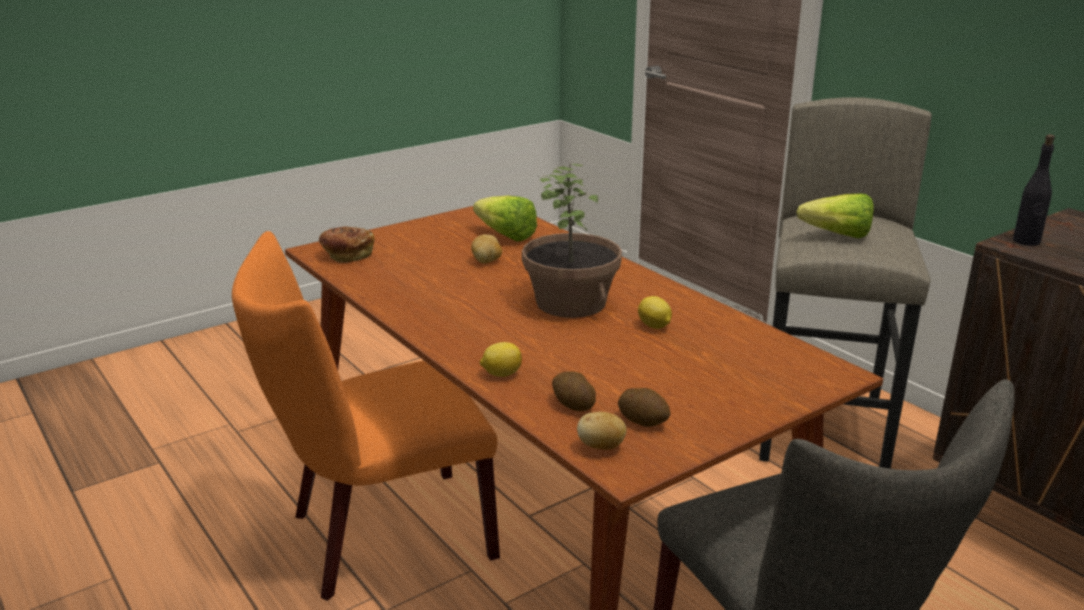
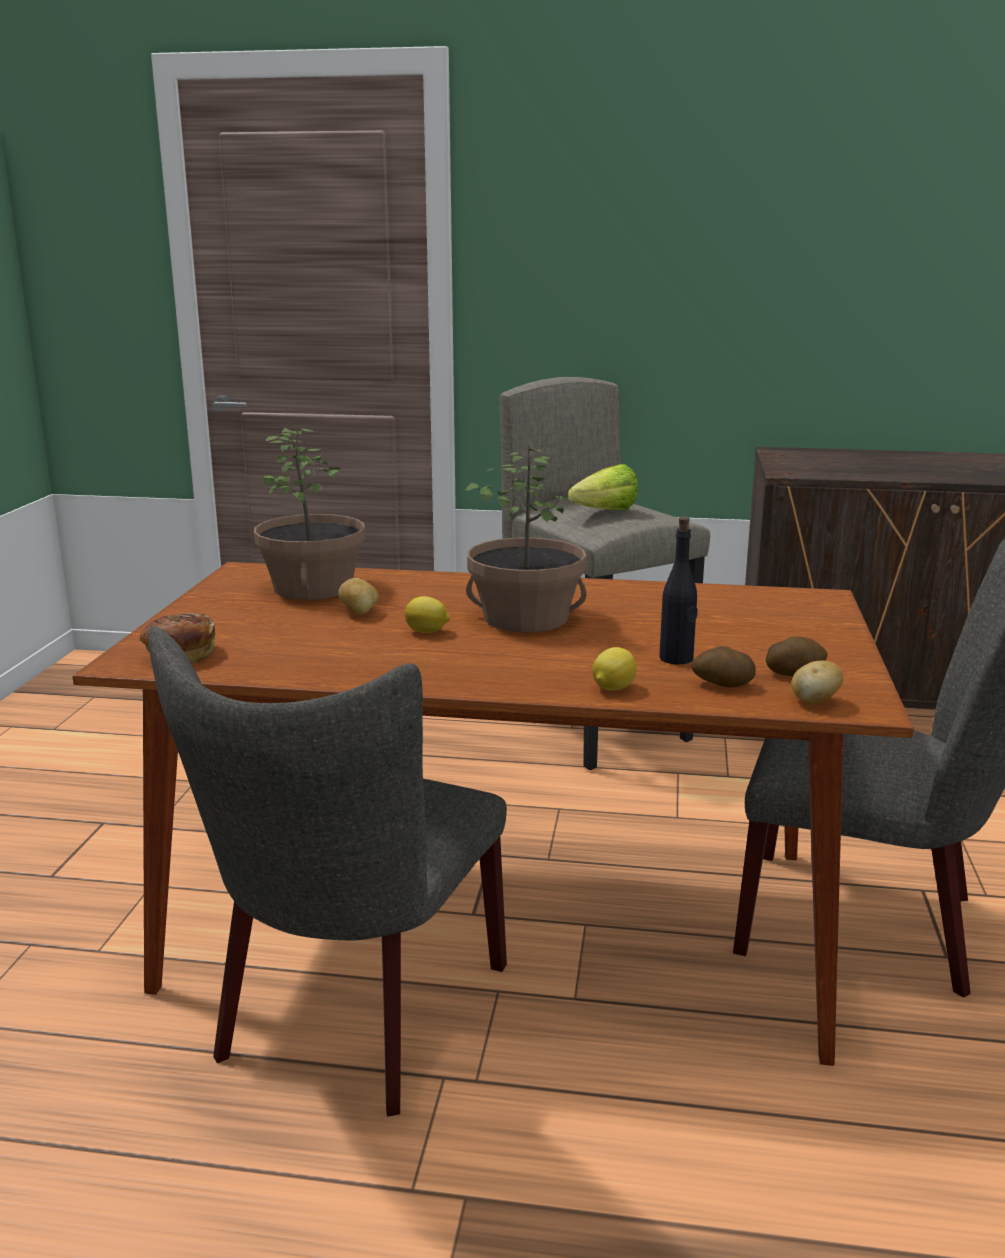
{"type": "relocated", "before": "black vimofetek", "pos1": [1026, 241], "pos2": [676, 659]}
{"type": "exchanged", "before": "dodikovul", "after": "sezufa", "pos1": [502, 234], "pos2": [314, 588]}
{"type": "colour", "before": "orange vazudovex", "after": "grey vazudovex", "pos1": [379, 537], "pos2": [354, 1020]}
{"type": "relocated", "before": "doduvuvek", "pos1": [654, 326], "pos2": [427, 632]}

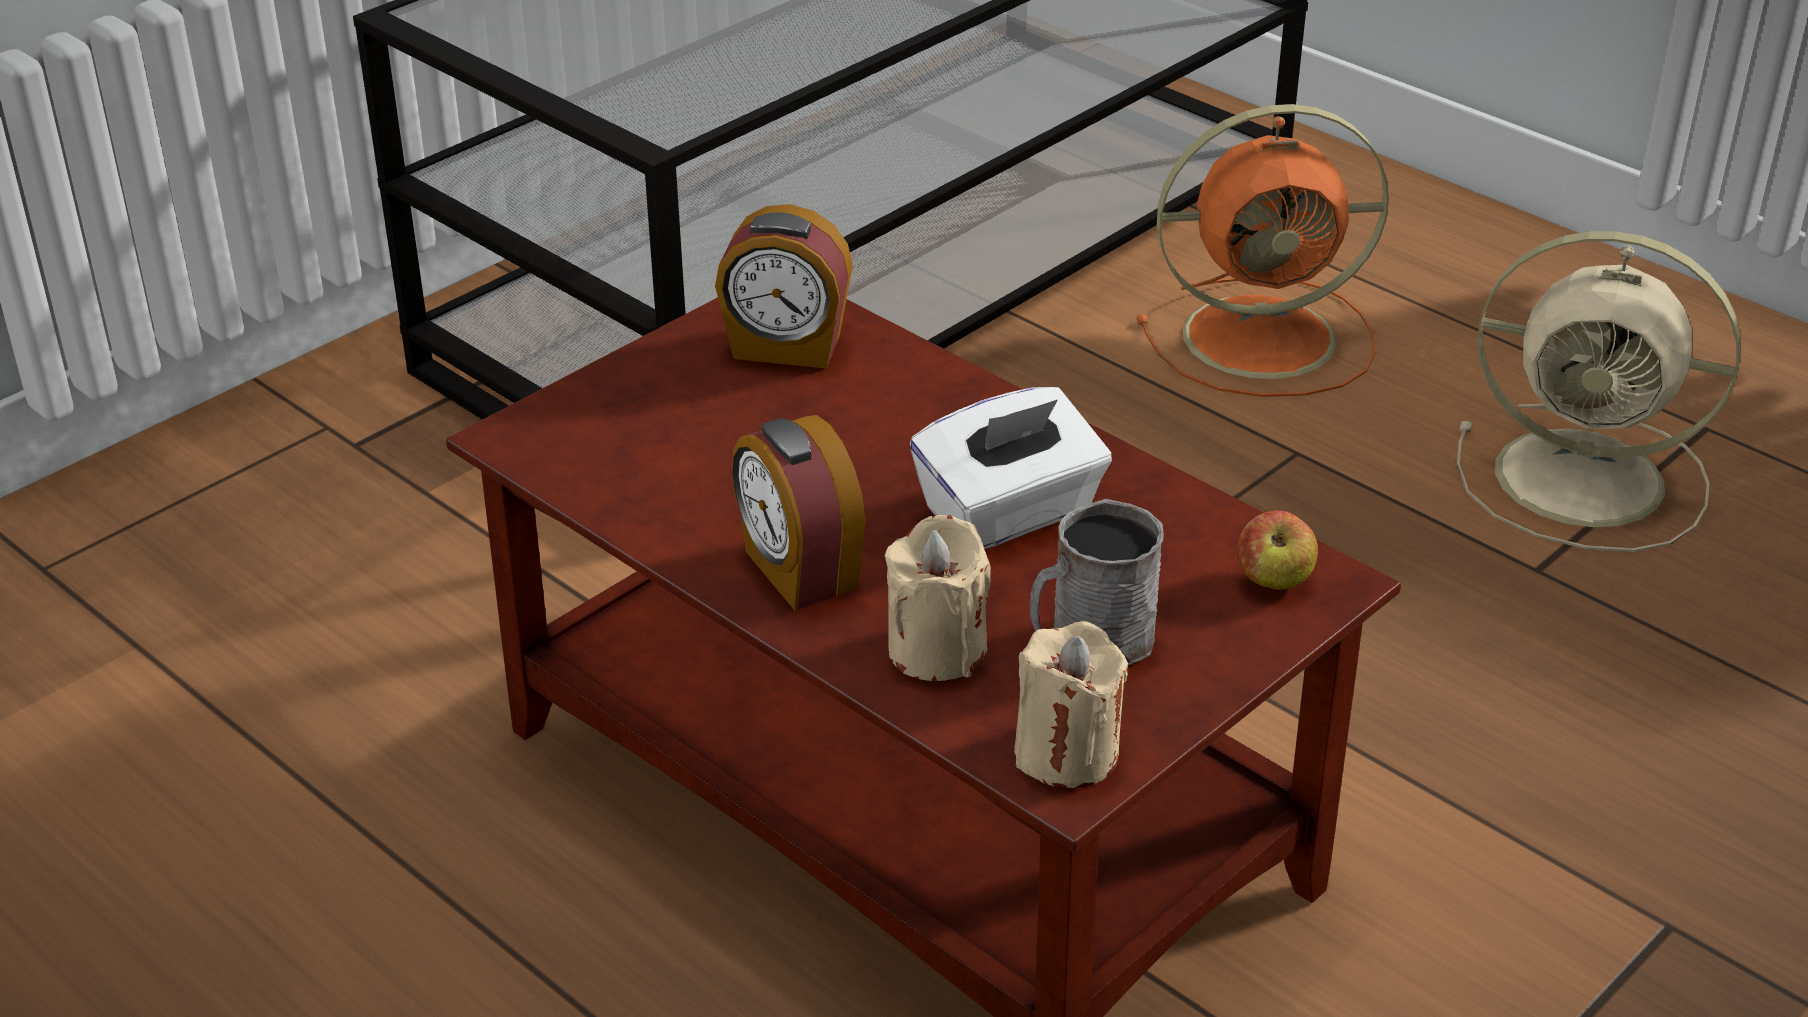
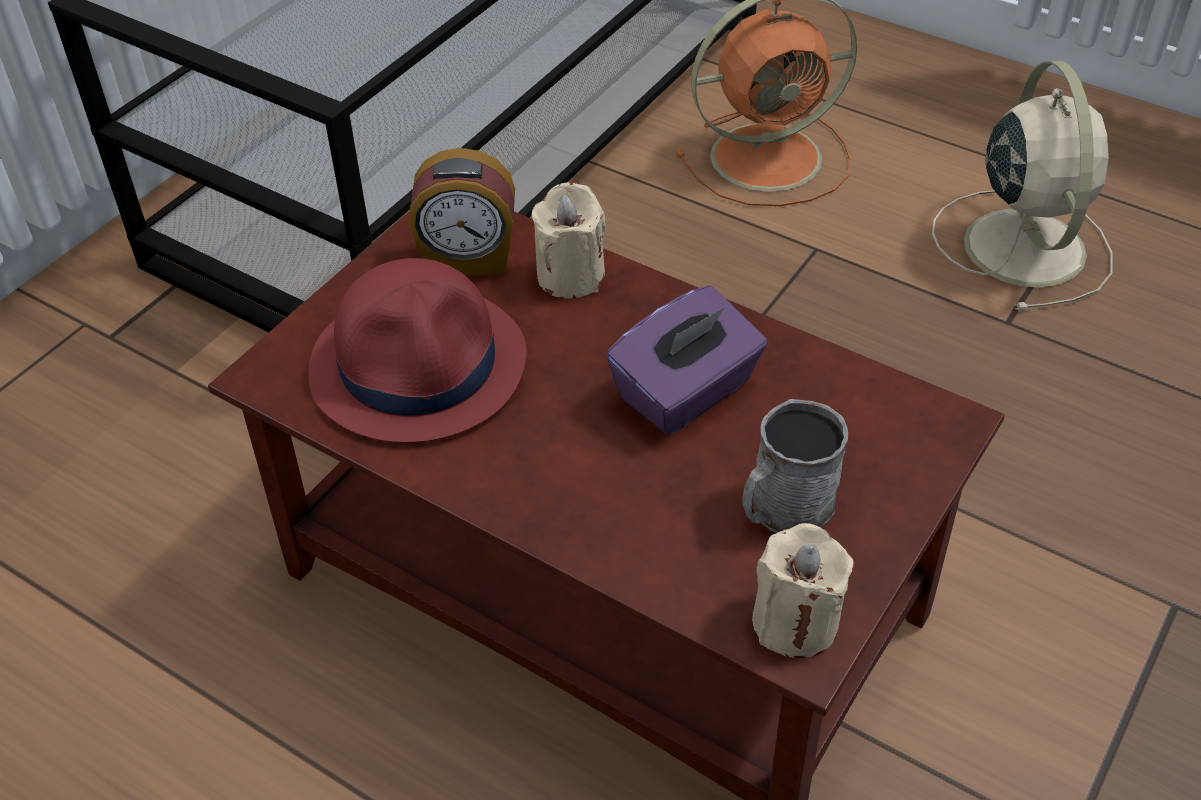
{"type": "spun", "before": "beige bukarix", "pos1": [1587, 480], "pos2": [1022, 244], "turn": -105}
{"type": "colour", "before": "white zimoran", "after": "purple zimoran", "pos1": [1010, 513], "pos2": [686, 393]}
{"type": "missing", "before": "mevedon", "pos1": [798, 571]}
{"type": "missing", "before": "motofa", "pos1": [1273, 581]}
{"type": "relocated", "before": "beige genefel", "pos1": [937, 650], "pos2": [570, 276]}
{"type": "appeared", "after": "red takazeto", "pos2": [420, 365]}

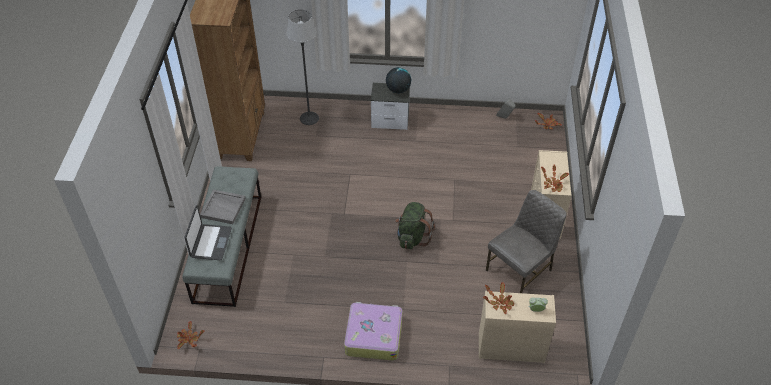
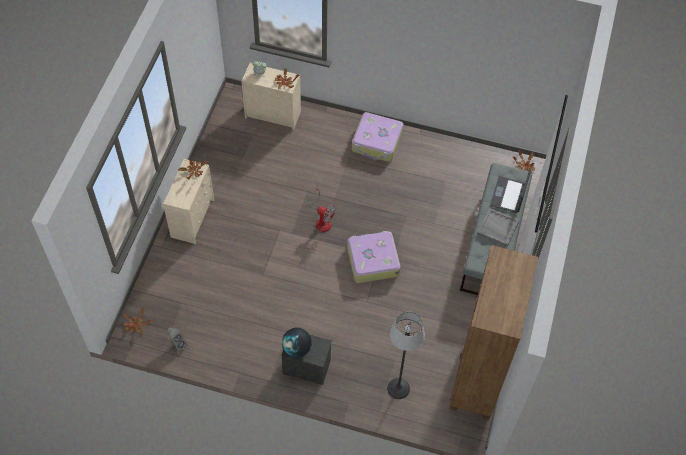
{"type": "missing", "before": "grey vazudovex", "pos1": [520, 270]}
{"type": "exchanged", "before": "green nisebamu", "after": "bukarix", "pos1": [412, 237], "pos2": [322, 220]}
{"type": "appeared", "after": "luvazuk", "pos2": [372, 260]}

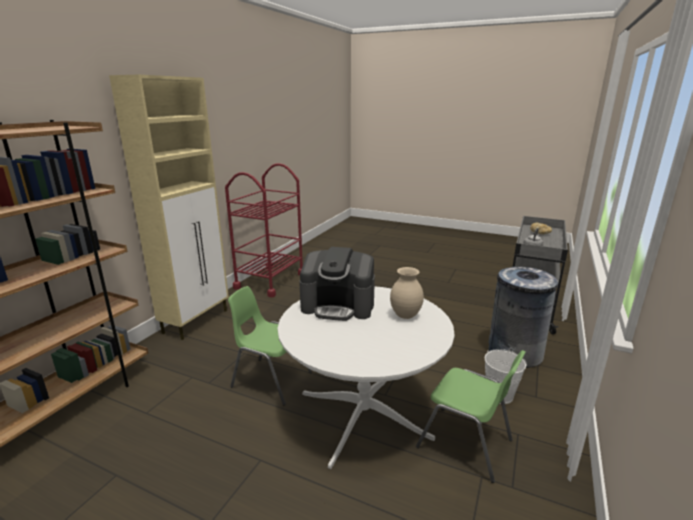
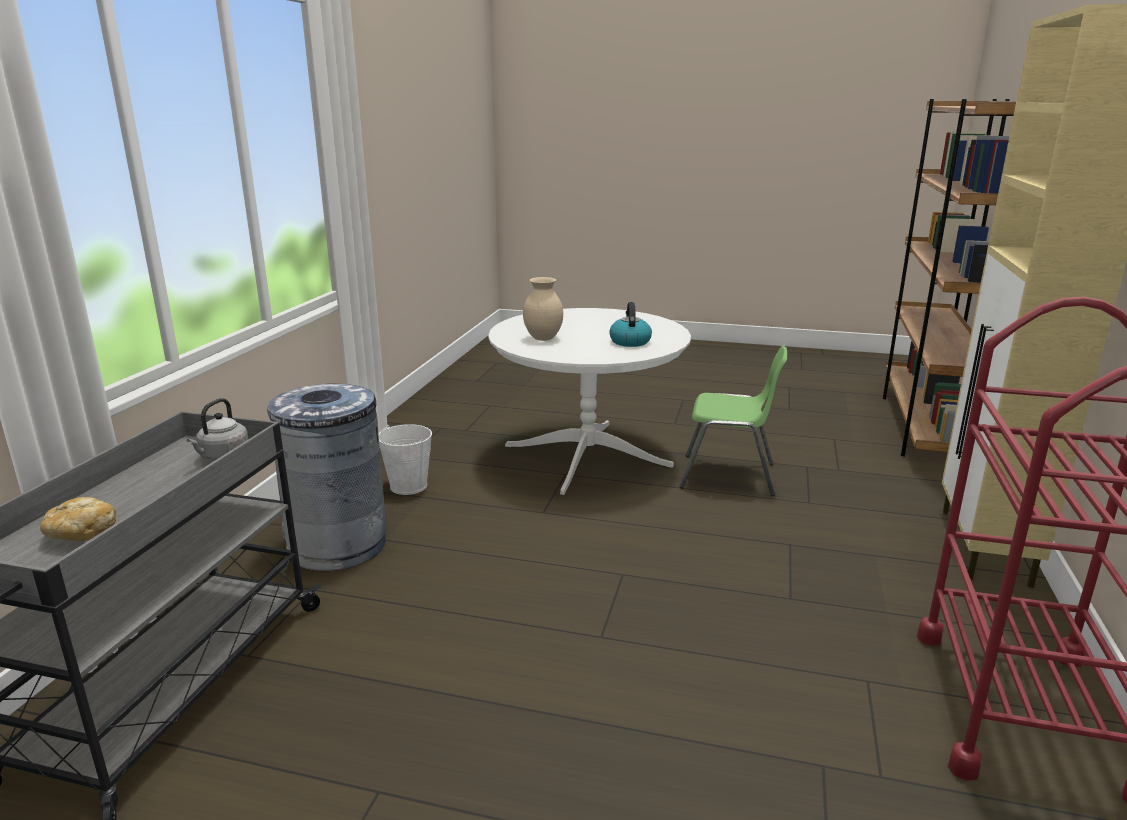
{"type": "exchanged", "before": "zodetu", "after": "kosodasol", "pos1": [338, 306], "pos2": [629, 341]}
{"type": "missing", "before": "green vazudovex", "pos1": [466, 444]}

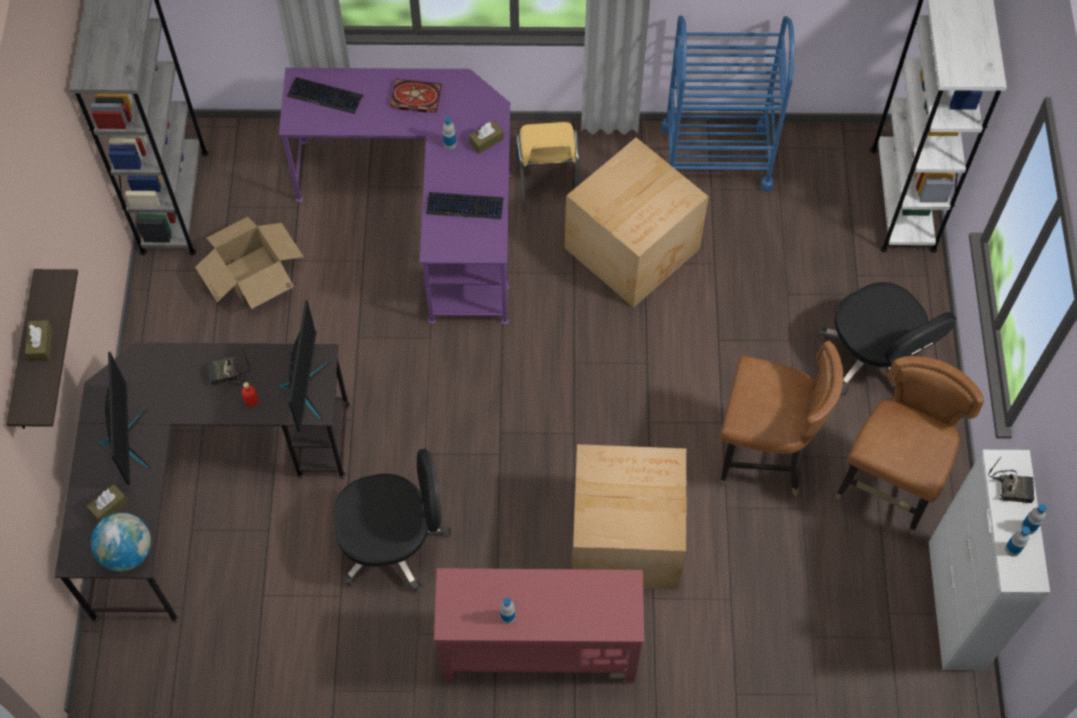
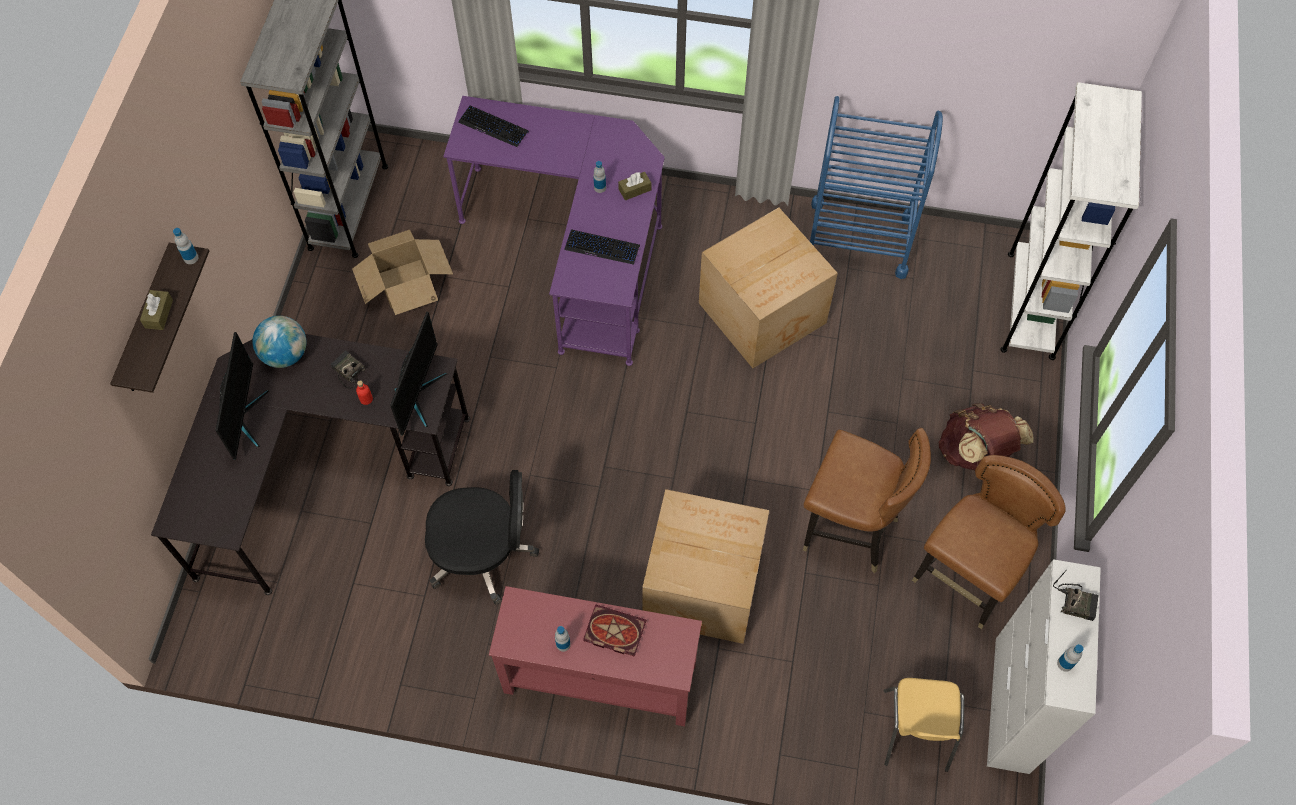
{"type": "relocated", "before": "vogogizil", "pos1": [414, 98], "pos2": [613, 632]}
{"type": "relocated", "before": "yellow vazudovex", "pos1": [547, 183], "pos2": [915, 731]}
{"type": "exchanged", "before": "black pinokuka", "after": "brown nisebamu", "pos1": [874, 358], "pos2": [975, 453]}
{"type": "spun", "before": "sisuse", "pos1": [226, 375], "pos2": [348, 371], "turn": 45}
{"type": "missing", "before": "brown zimoran", "pos1": [109, 506]}
{"type": "relocated", "before": "vimofetek", "pos1": [1028, 527], "pos2": [191, 258]}
{"type": "relocated", "before": "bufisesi", "pos1": [127, 552], "pos2": [285, 354]}

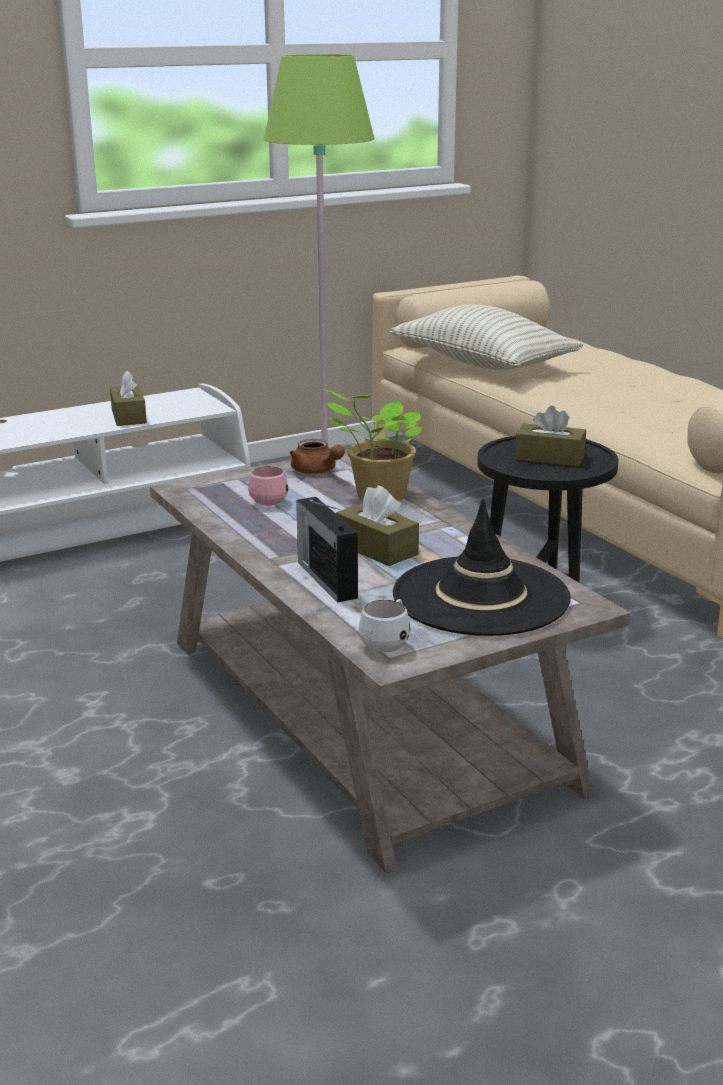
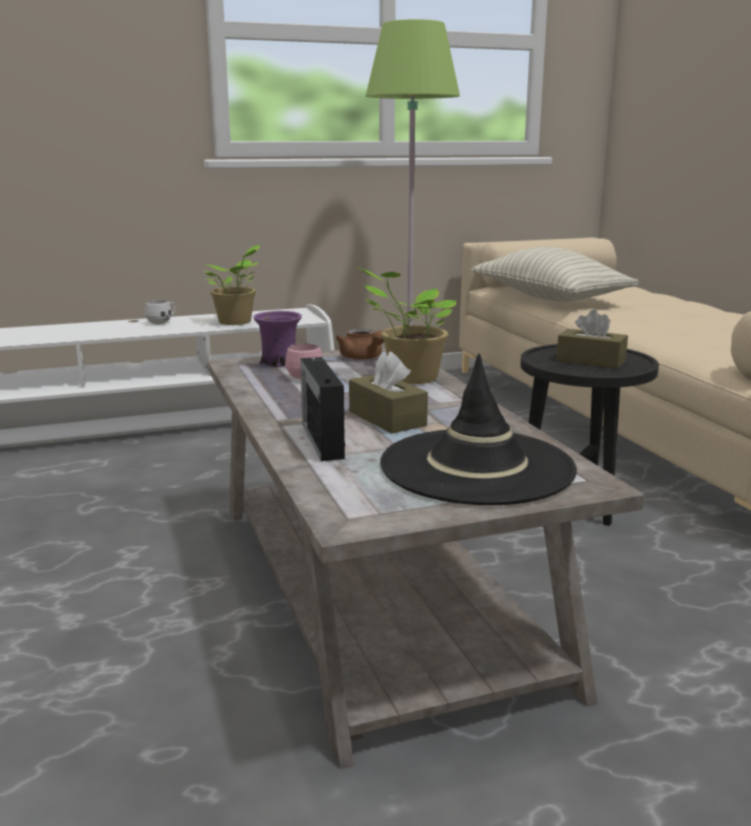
{"type": "exchanged", "before": "brown zimoran", "after": "sezufa", "pos1": [129, 416], "pos2": [236, 322]}
{"type": "relocated", "before": "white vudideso", "pos1": [388, 643], "pos2": [162, 322]}
{"type": "appeared", "after": "purple vudideso", "pos2": [278, 363]}

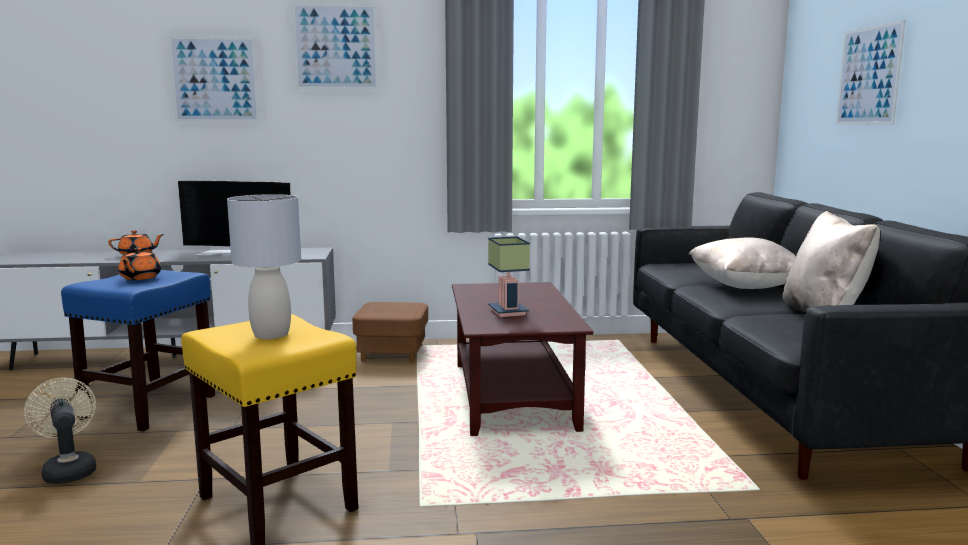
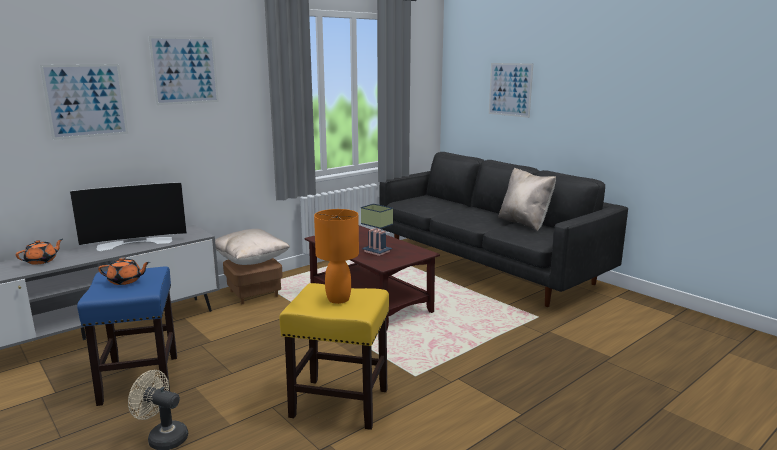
{"type": "colour", "before": "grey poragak", "after": "orange poragak", "pos1": [270, 334], "pos2": [338, 299]}
{"type": "relocated", "before": "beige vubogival", "pos1": [746, 286], "pos2": [251, 261]}
{"type": "spun", "before": "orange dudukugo", "pos1": [140, 278], "pos2": [126, 281], "turn": -60}

